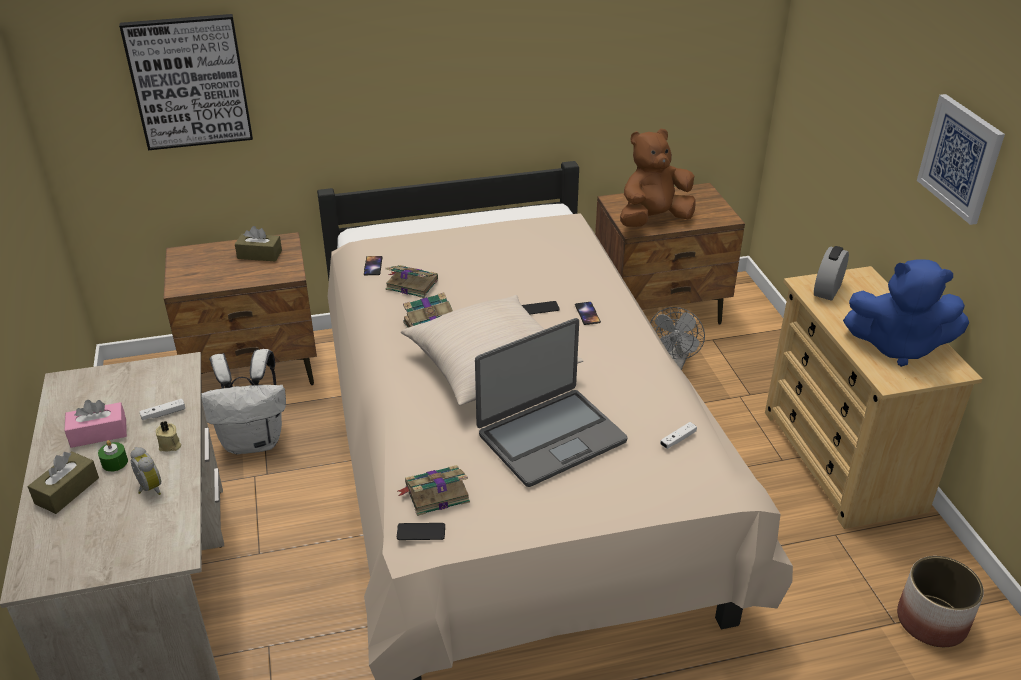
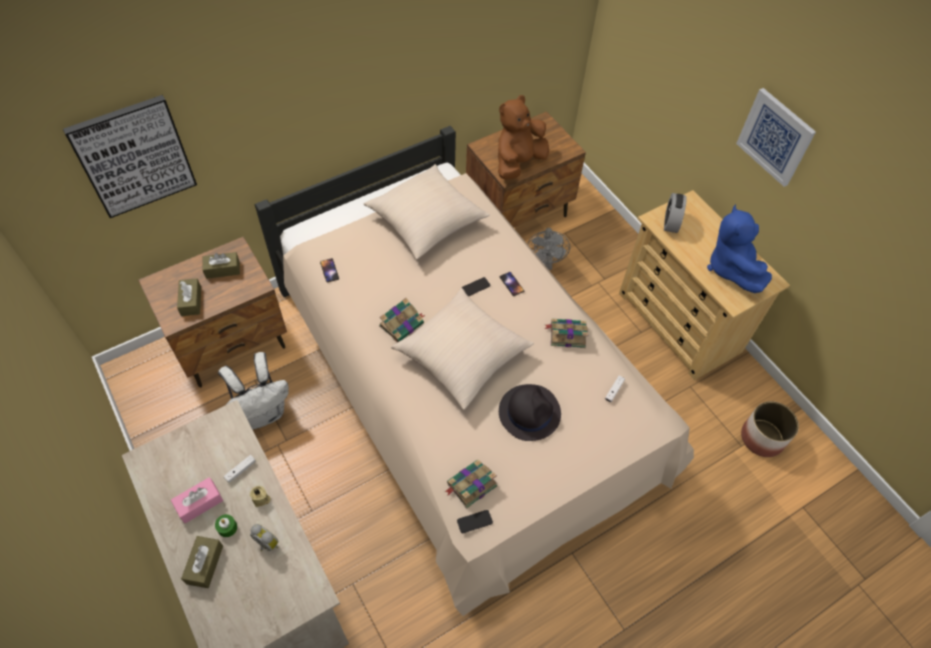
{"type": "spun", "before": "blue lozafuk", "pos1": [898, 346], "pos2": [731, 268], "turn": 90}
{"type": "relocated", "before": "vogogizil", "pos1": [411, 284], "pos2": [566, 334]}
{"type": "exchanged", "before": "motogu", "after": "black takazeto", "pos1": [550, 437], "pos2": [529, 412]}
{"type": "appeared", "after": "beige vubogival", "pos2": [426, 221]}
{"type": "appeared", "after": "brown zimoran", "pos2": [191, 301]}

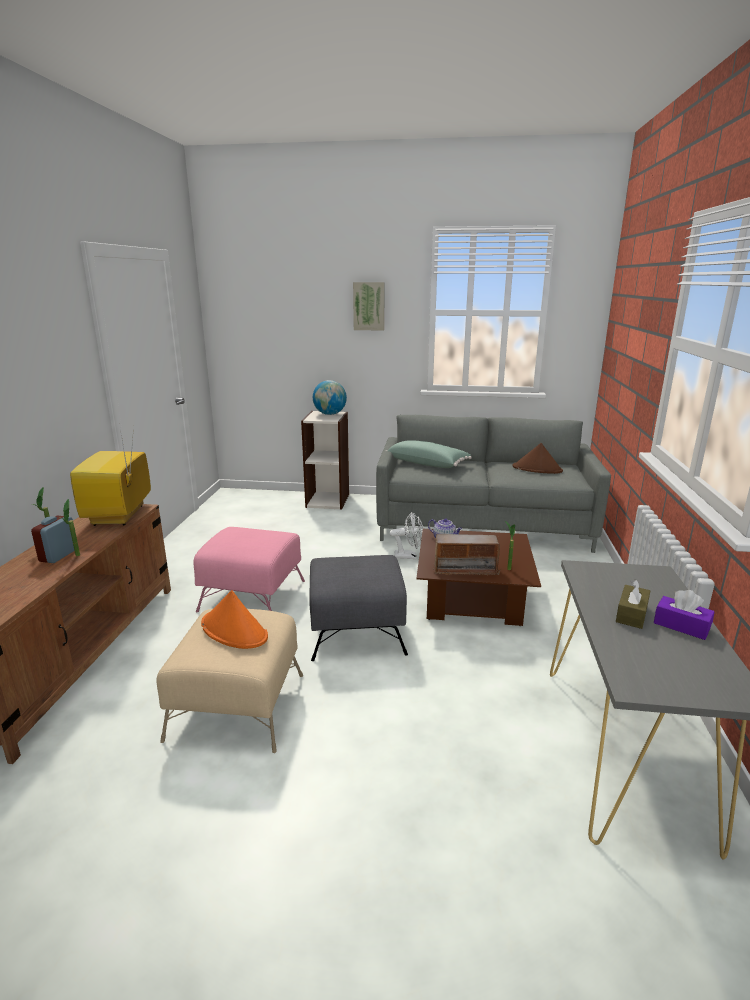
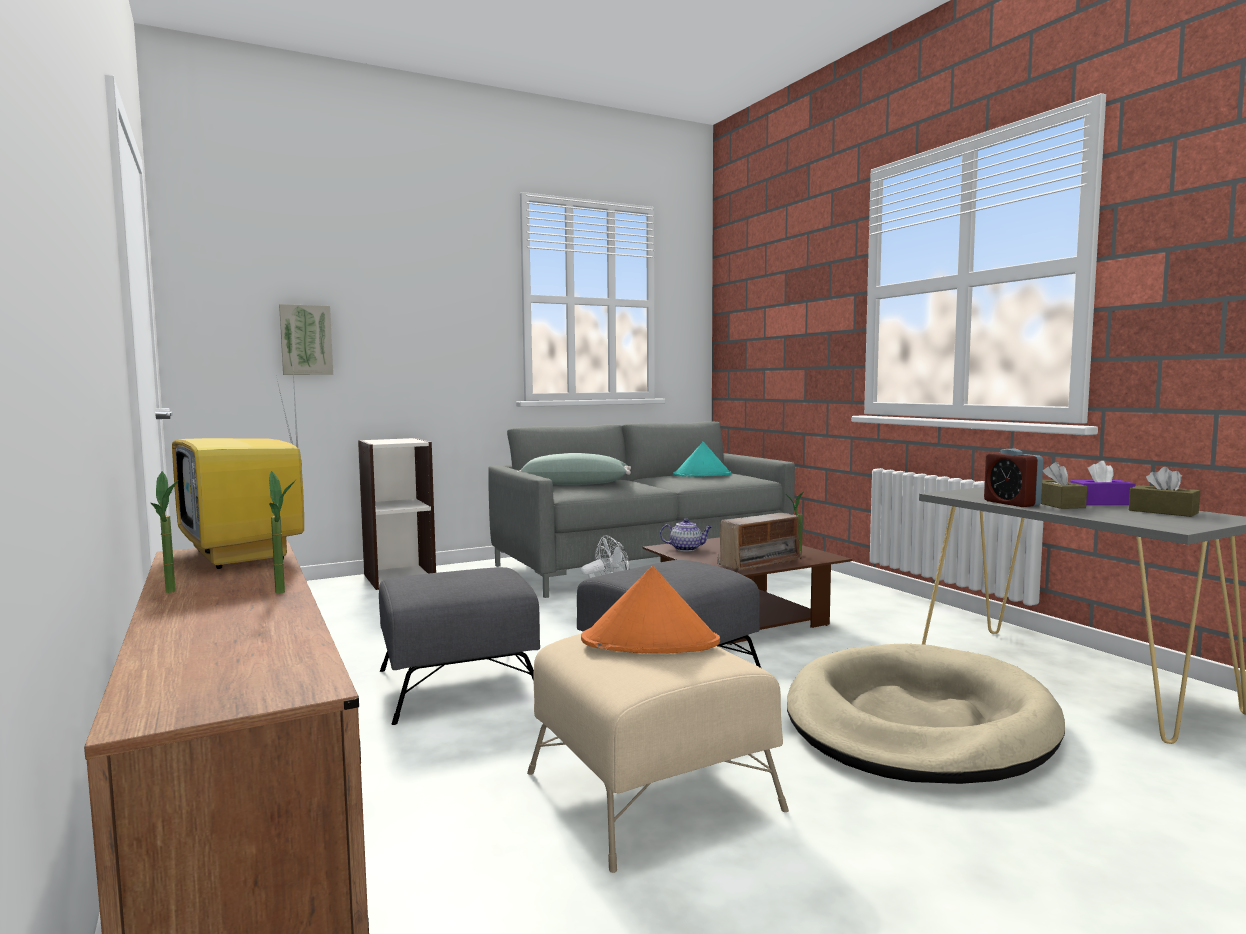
{"type": "relocated", "before": "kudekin", "pos1": [369, 306], "pos2": [306, 340]}
{"type": "missing", "before": "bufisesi", "pos1": [330, 414]}
{"type": "colour", "before": "brown takazeto", "after": "turquoise takazeto", "pos1": [537, 469], "pos2": [702, 475]}
{"type": "relocated", "before": "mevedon", "pos1": [59, 555], "pos2": [1011, 503]}
{"type": "colour", "before": "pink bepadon", "after": "grey bepadon", "pos1": [253, 596], "pos2": [460, 684]}
{"type": "appeared", "after": "brown zimoran", "pos2": [1163, 512]}
{"type": "appeared", "after": "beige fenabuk", "pos2": [918, 723]}

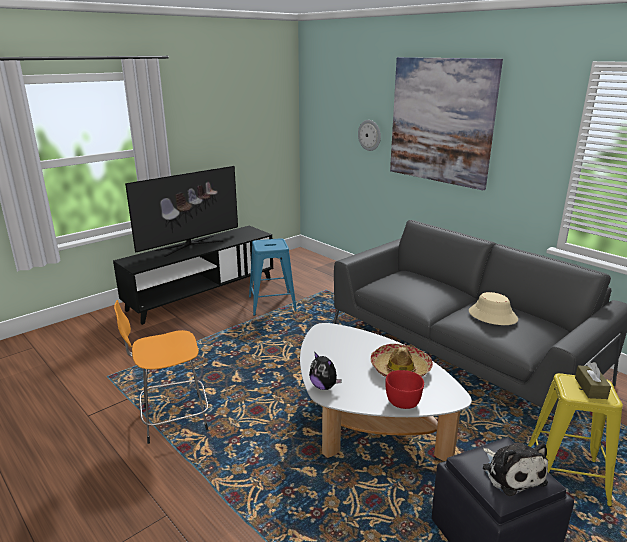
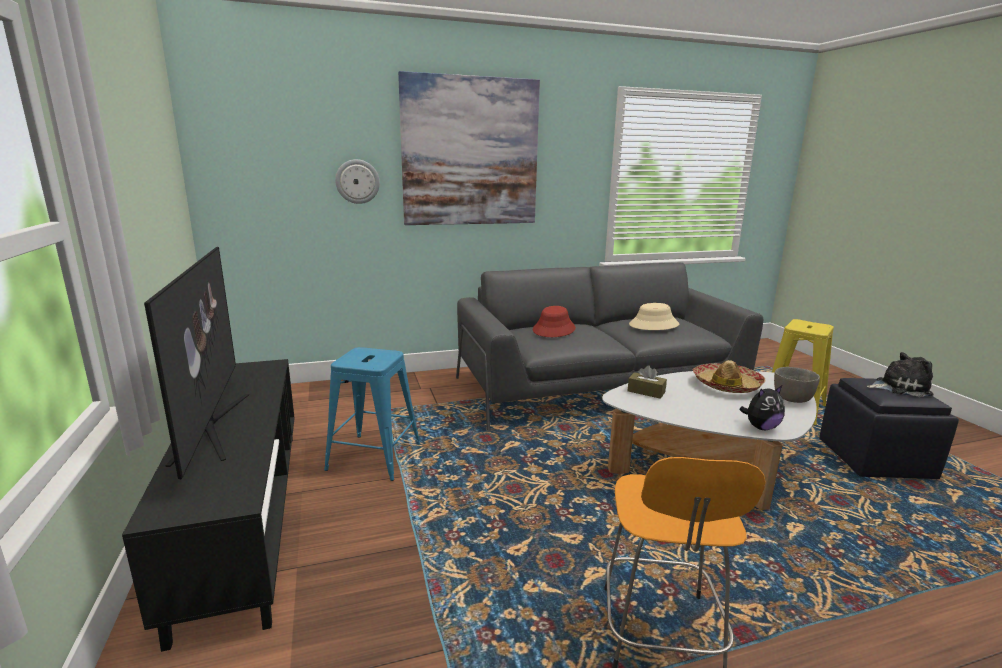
{"type": "relocated", "before": "brown zimoran", "pos1": [590, 388], "pos2": [646, 391]}
{"type": "colour", "before": "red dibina", "after": "grey dibina", "pos1": [403, 402], "pos2": [791, 399]}
{"type": "appeared", "after": "red takazeto", "pos2": [554, 329]}

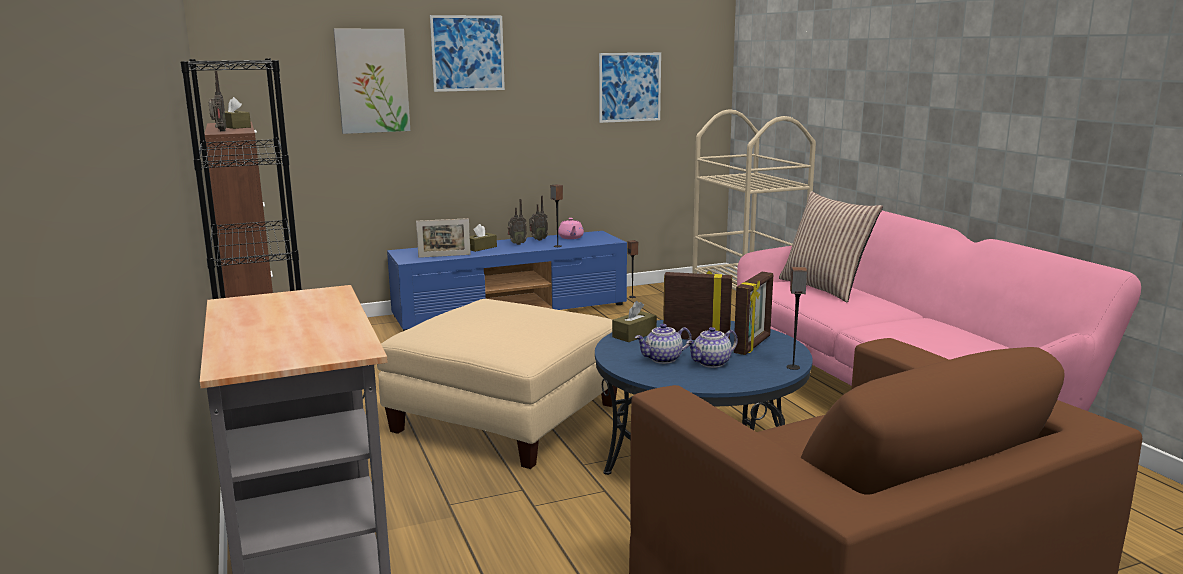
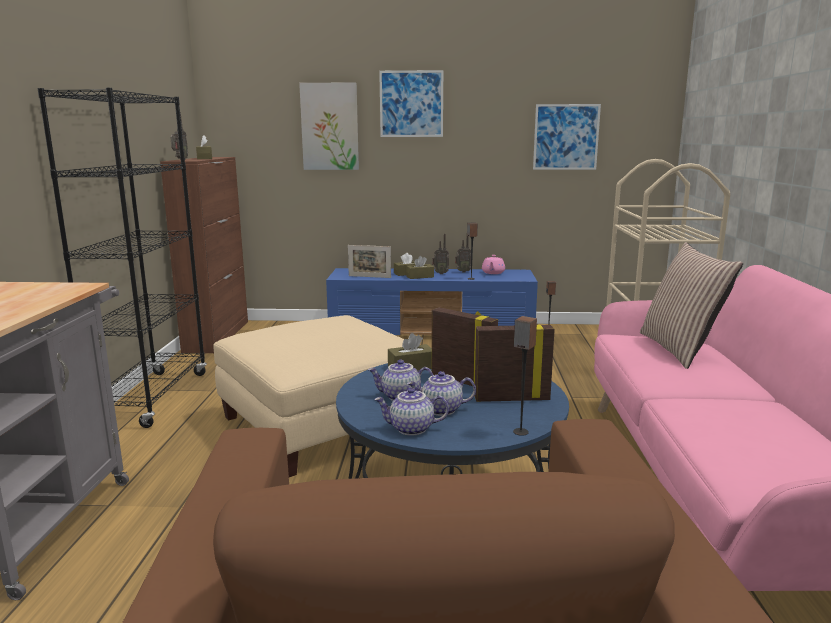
{"type": "spun", "before": "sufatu", "pos1": [753, 345], "pos2": [511, 398], "turn": -150}
{"type": "appeared", "after": "brown zimoran", "pos2": [419, 276]}
{"type": "appeared", "after": "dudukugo", "pos2": [411, 429]}

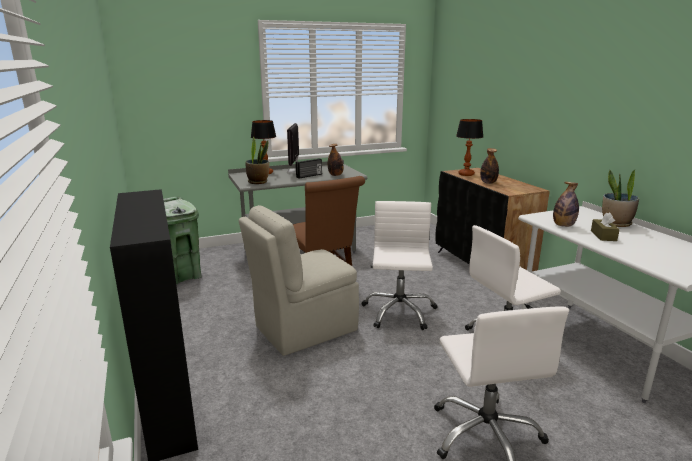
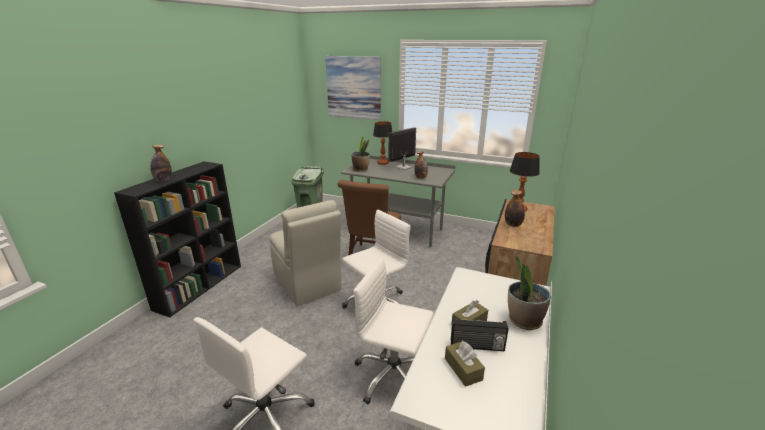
{"type": "relocated", "before": "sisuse", "pos1": [309, 176], "pos2": [477, 346]}
{"type": "relocated", "before": "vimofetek", "pos1": [563, 225], "pos2": [163, 180]}
{"type": "spun", "before": "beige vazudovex", "pos1": [303, 329], "pos2": [307, 284], "turn": -135}
{"type": "appeared", "after": "kudekin", "pos2": [353, 87]}
{"type": "appeared", "after": "brown zimoran", "pos2": [463, 369]}

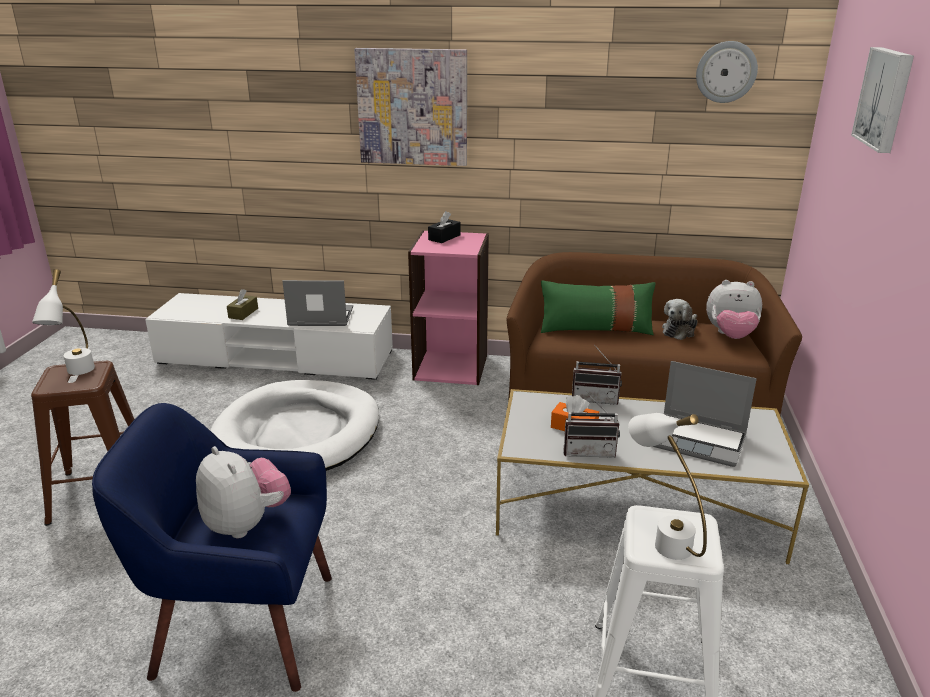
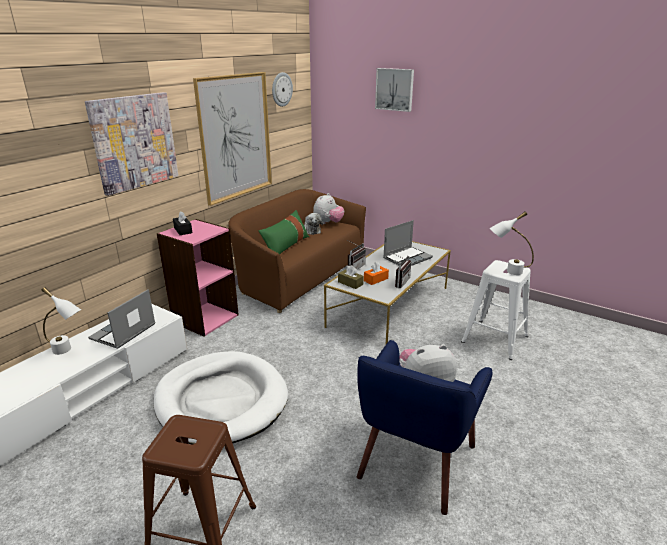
{"type": "relocated", "before": "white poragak", "pos1": [76, 375], "pos2": [68, 351]}
{"type": "relocated", "before": "brown zimoran", "pos1": [243, 313], "pos2": [350, 283]}
{"type": "appeared", "after": "kudekin", "pos2": [235, 137]}

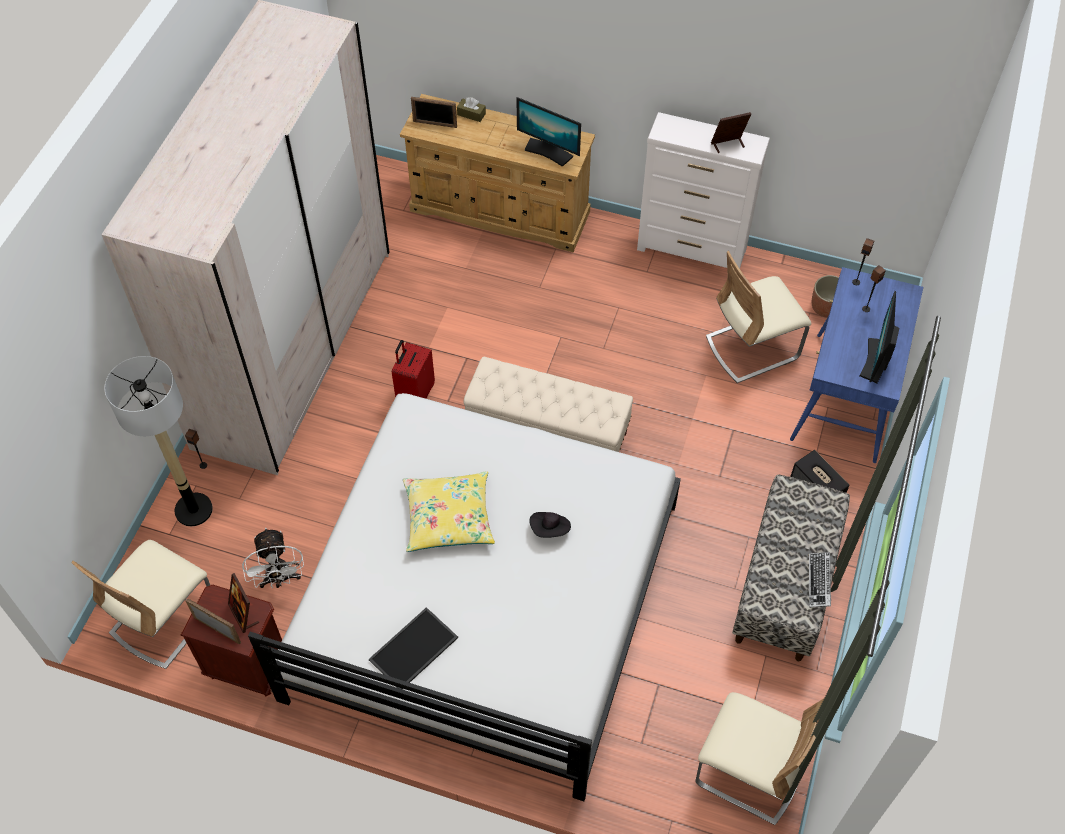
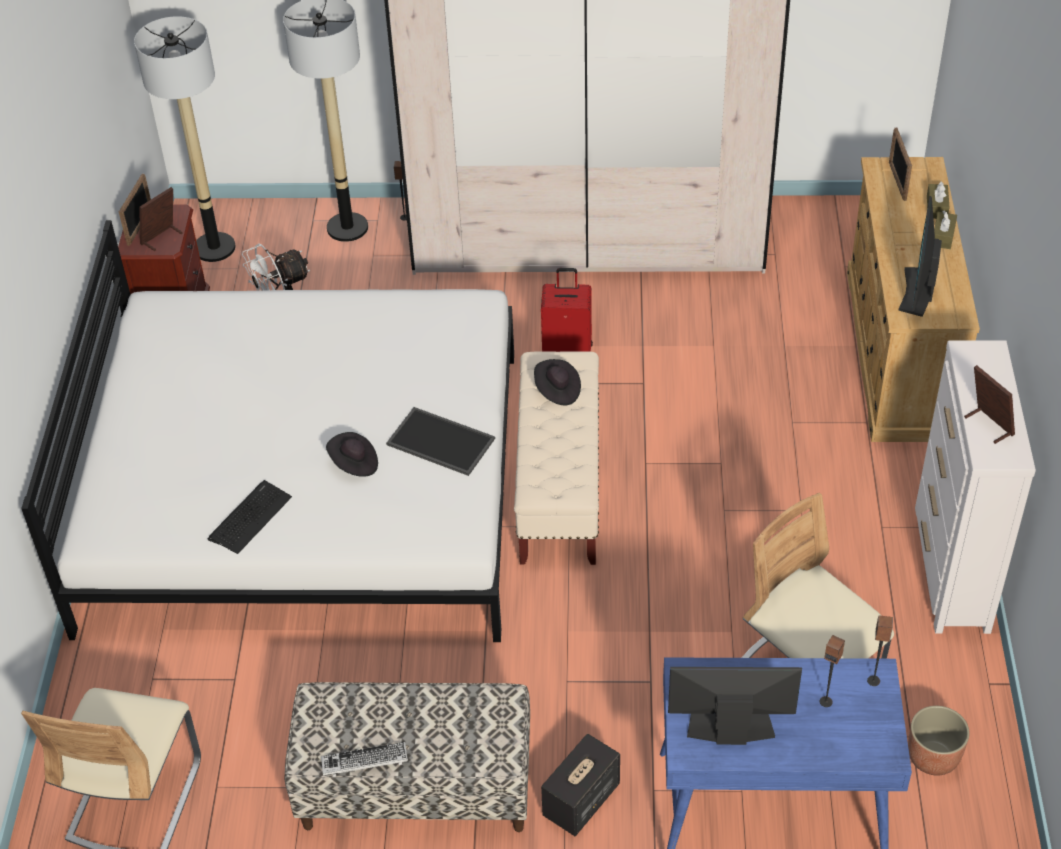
{"type": "missing", "before": "yellow vubogival", "pos1": [448, 517]}
{"type": "exchanged", "before": "beige vazudovex", "after": "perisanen", "pos1": [164, 619], "pos2": [214, 247]}
{"type": "relocated", "before": "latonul", "pos1": [414, 650], "pos2": [439, 442]}
{"type": "appeared", "after": "brown zimoran", "pos2": [943, 236]}
{"type": "appeared", "after": "black takazeto", "pos2": [557, 391]}
{"type": "appeared", "after": "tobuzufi", "pos2": [250, 517]}

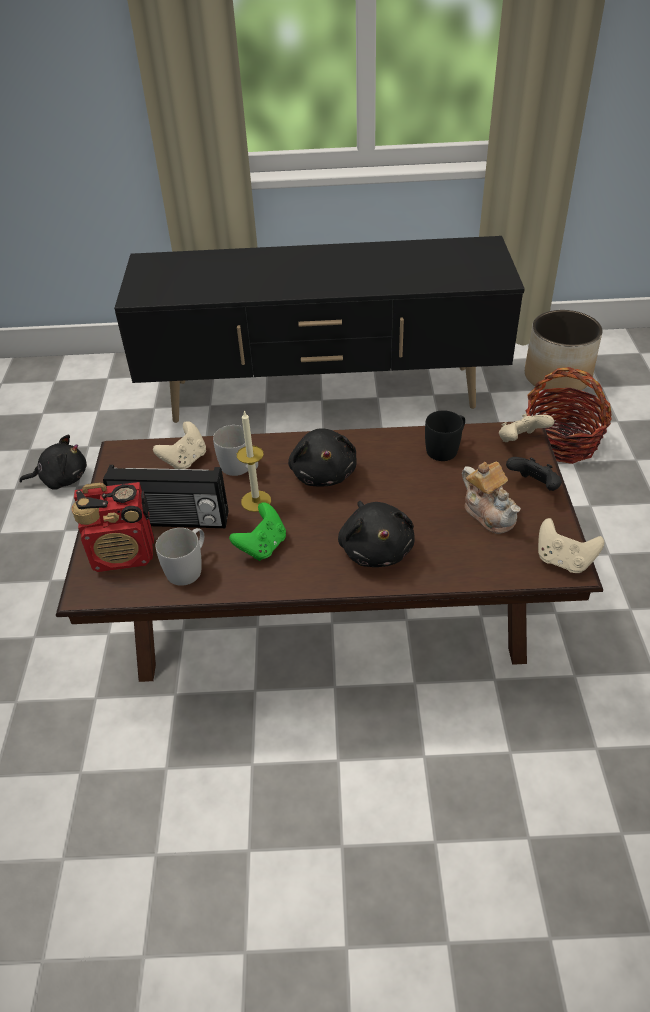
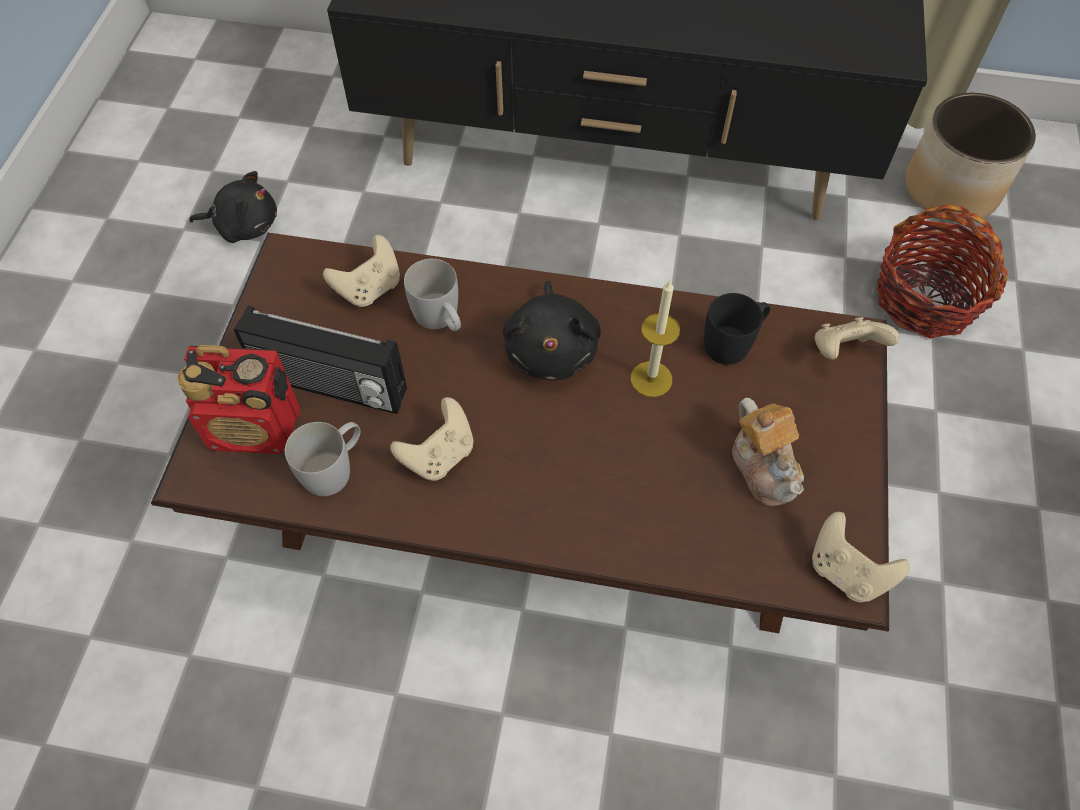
{"type": "relocated", "before": "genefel", "pos1": [256, 501], "pos2": [651, 379]}
{"type": "missing", "before": "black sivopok", "pos1": [534, 487]}
{"type": "missing", "before": "black lozafuk", "pos1": [376, 548]}
{"type": "colour", "before": "green sivopok", "after": "beige sivopok", "pos1": [262, 546], "pos2": [439, 455]}

